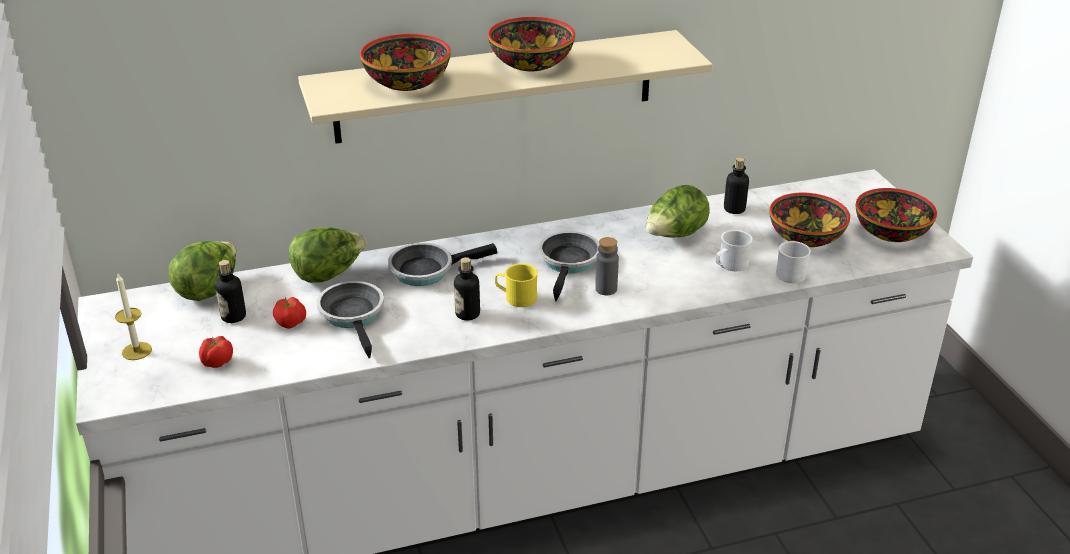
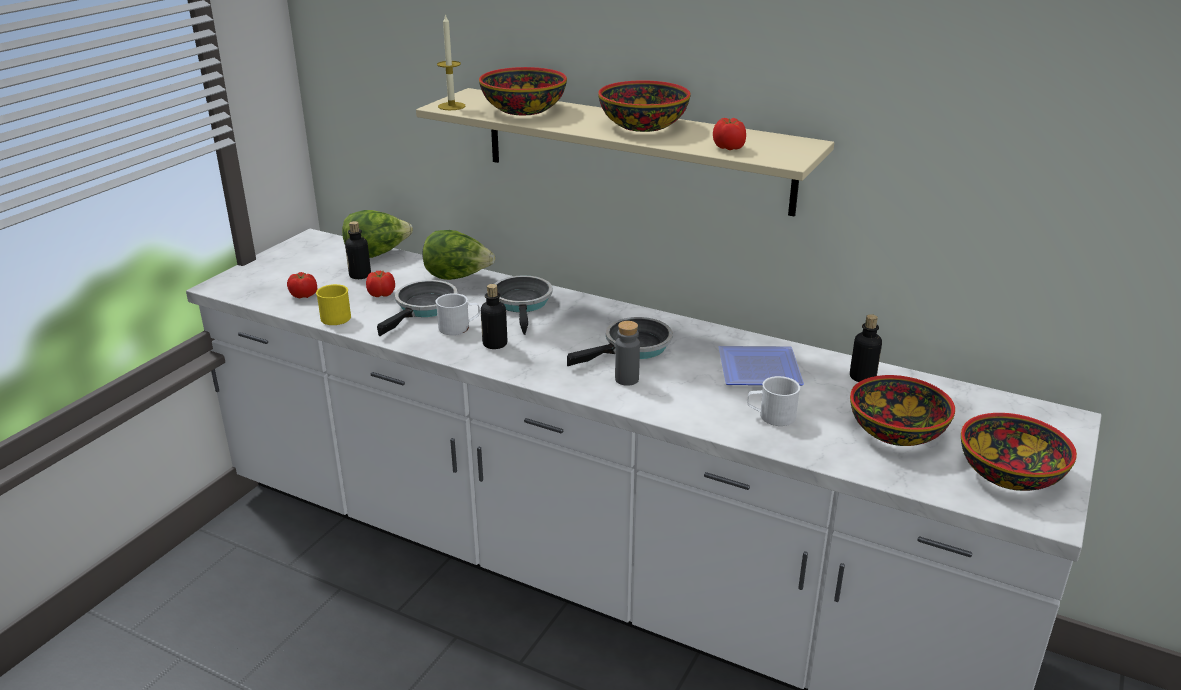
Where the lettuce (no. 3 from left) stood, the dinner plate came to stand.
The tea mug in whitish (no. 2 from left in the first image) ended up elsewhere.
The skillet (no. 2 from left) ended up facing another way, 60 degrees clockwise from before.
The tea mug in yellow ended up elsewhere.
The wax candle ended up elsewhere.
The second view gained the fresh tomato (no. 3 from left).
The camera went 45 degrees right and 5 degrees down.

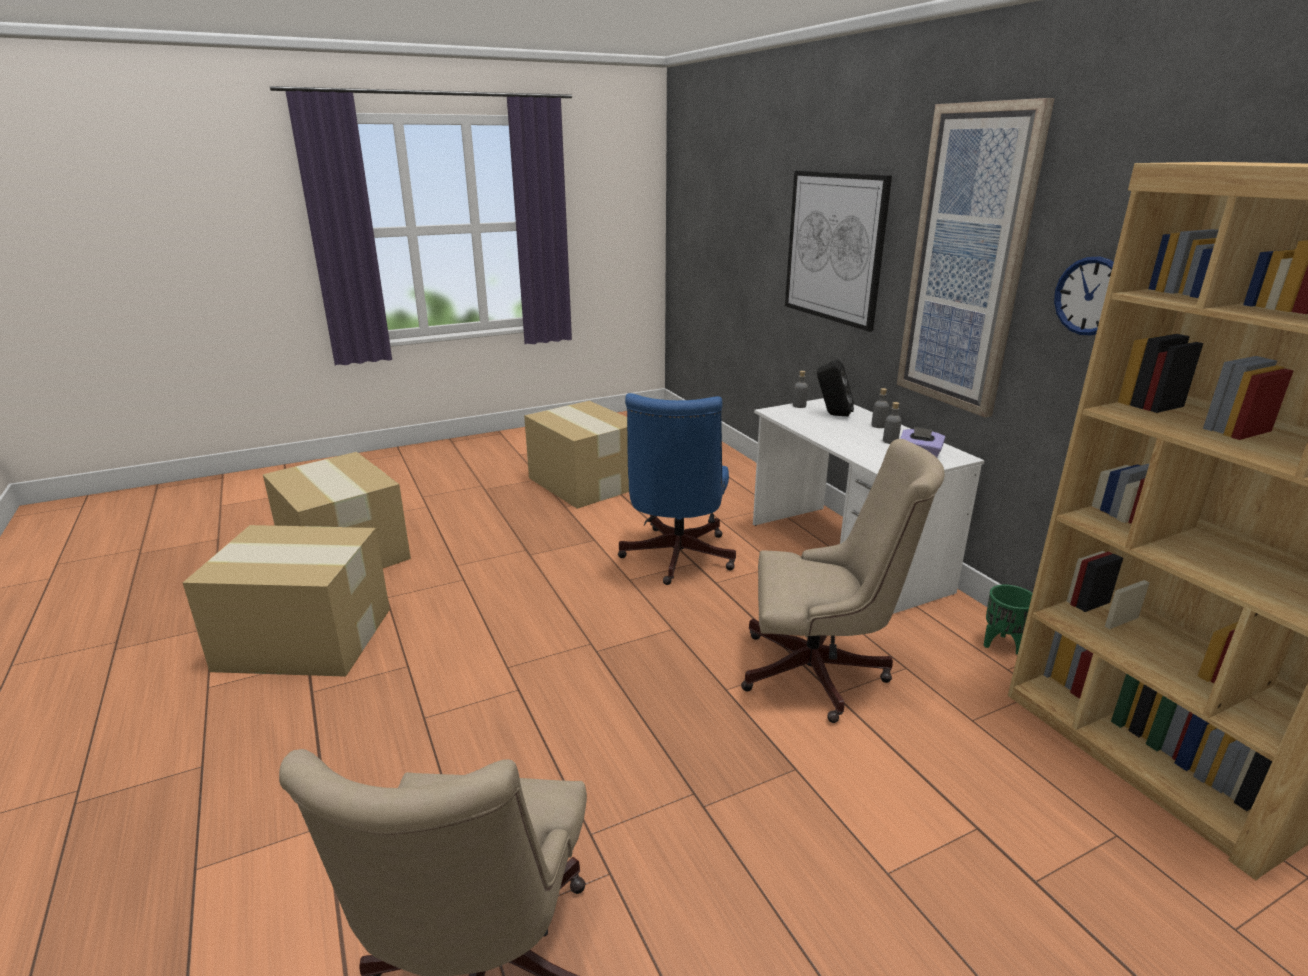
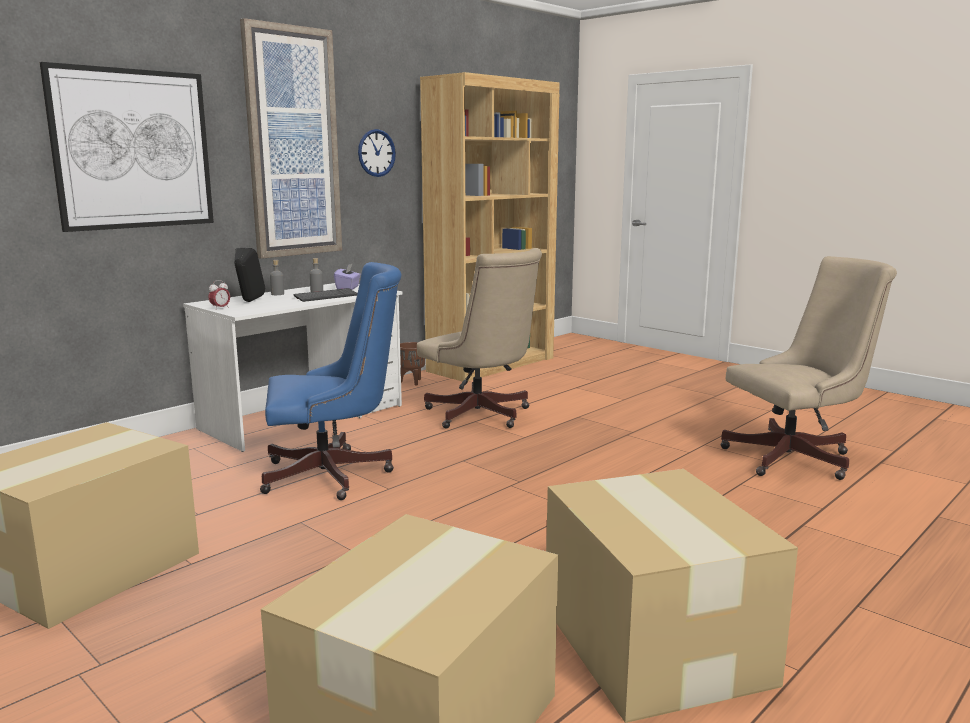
Where the beverage bottle in grey (no. 1 from left) stood, the table clock came to stand.
The office chair in beige (no. 2 from left in the first image) ended up facing another way, 150 degrees clockwise from before.
What was the flower pot in green-coloured turned into the flower pot in brownish.
The second view gained the computer keyboard.
The camera went 110 degrees left and 10 degrees down.

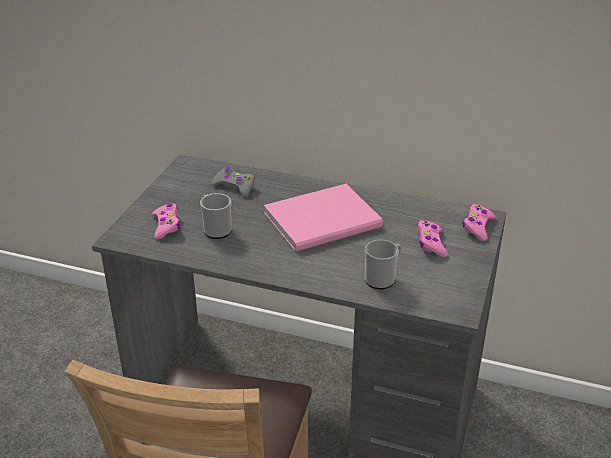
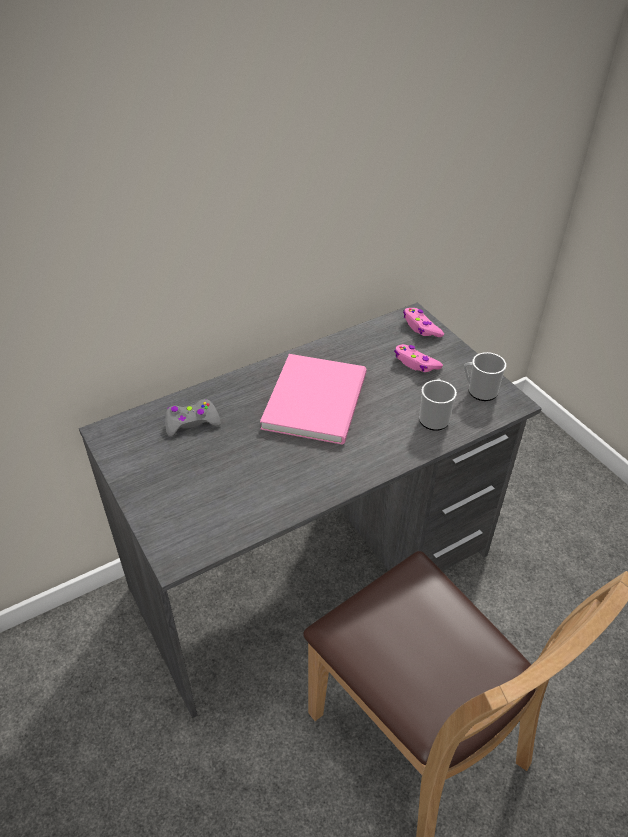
The tea mug (no. 1 from left in the first image) ended up elsewhere.
The second view lost the game controller in pink (no. 1 from left).
The camera went 50 degrees left and 10 degrees up.

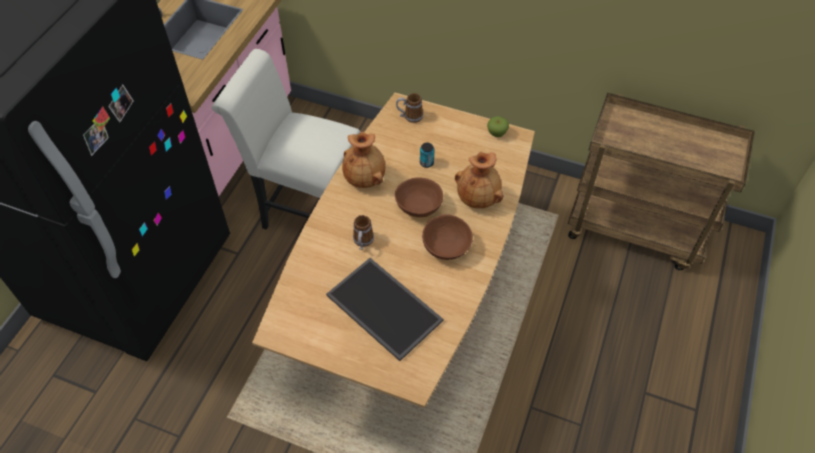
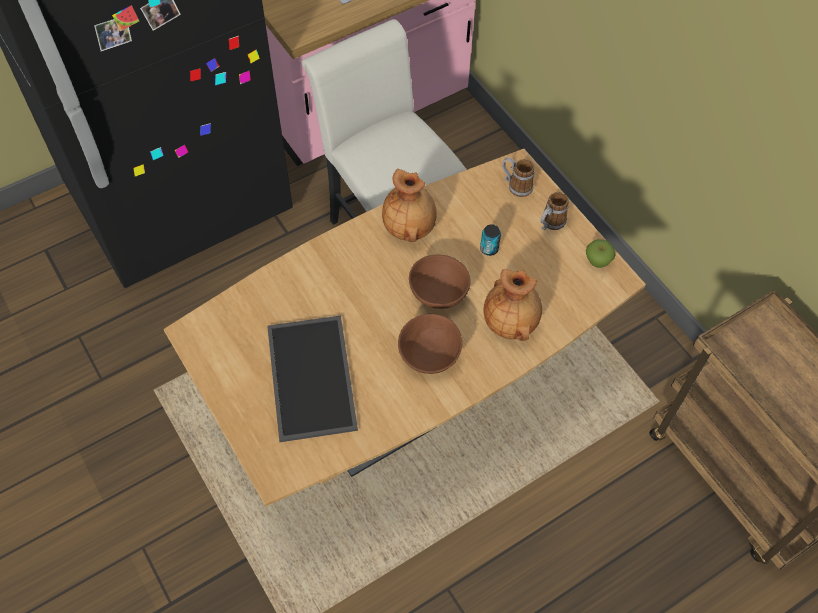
The tea mug (no. 1 from left in the first image) ended up elsewhere.
The camera went 35 degrees right and 5 degrees up.

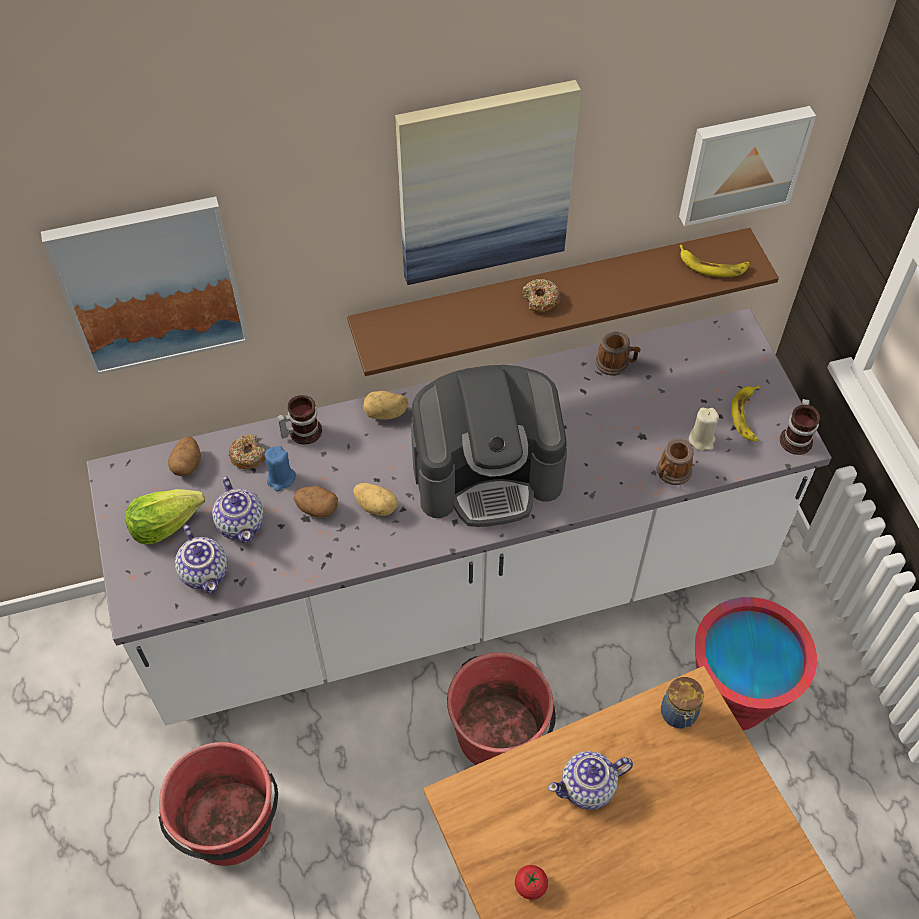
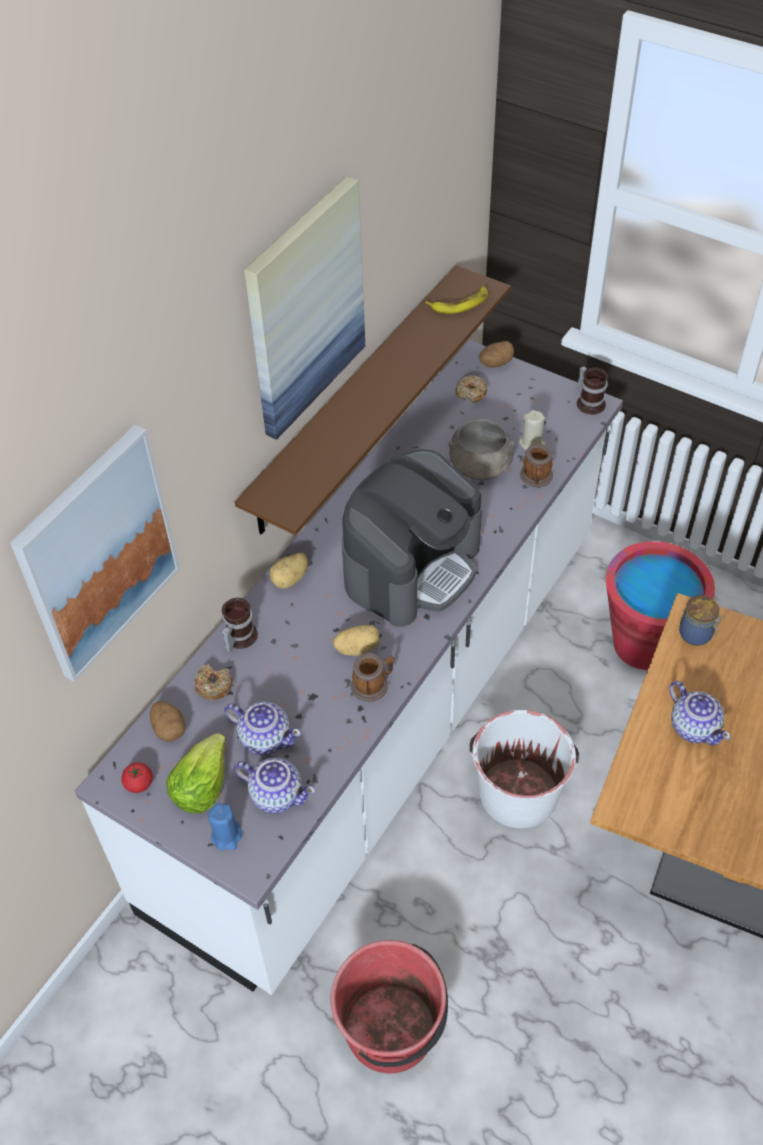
The second view lost the wall art (no. 3 from left).
The ring doughnut (no. 2 from left) ended up elsewhere.
The tea mug (no. 2 from left) ended up elsewhere.
The second view lost the banana (no. 2 from left).
The wax candle in blue-coloured ended up elsewhere.
The whole potato (no. 2 from left in the first image) ended up elsewhere.
What was the bucket in reddish (no. 2 from left) turned into the bucket in whitish.
The pot for tea (no. 3 from left) ended up facing another way, 60 degrees counterclockwise from before.
The fresh tomato ended up elsewhere.
The second view gained the serving bowl in grey.
The camera went 40 degrees left and 5 degrees down.

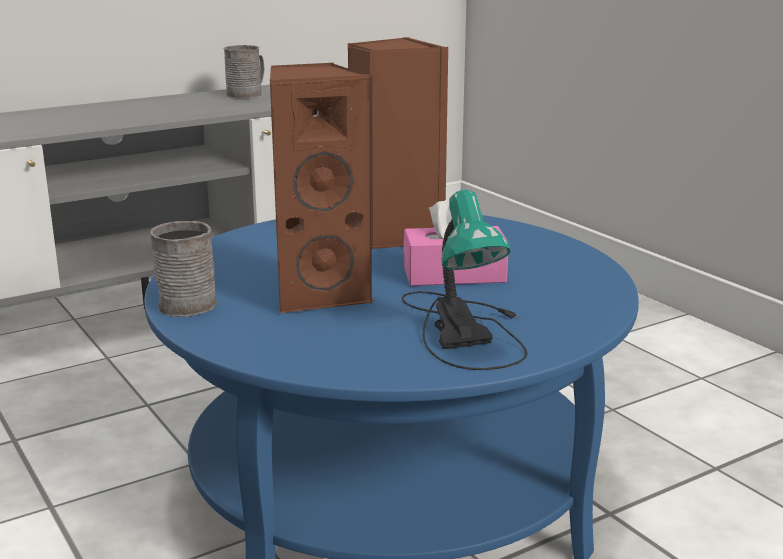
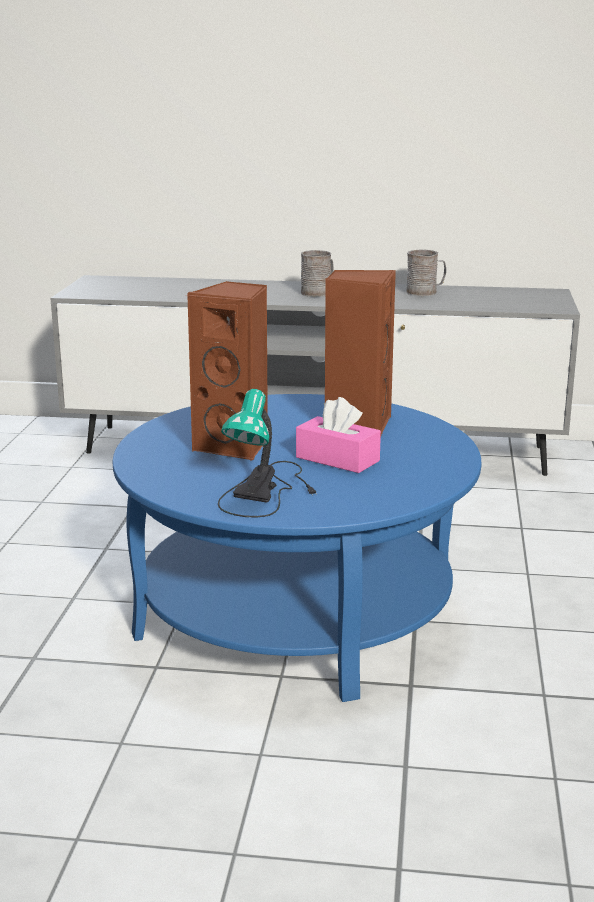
The tea mug in grey (no. 1 from left) ended up elsewhere.
The camera went 40 degrees right and 0 degrees up.

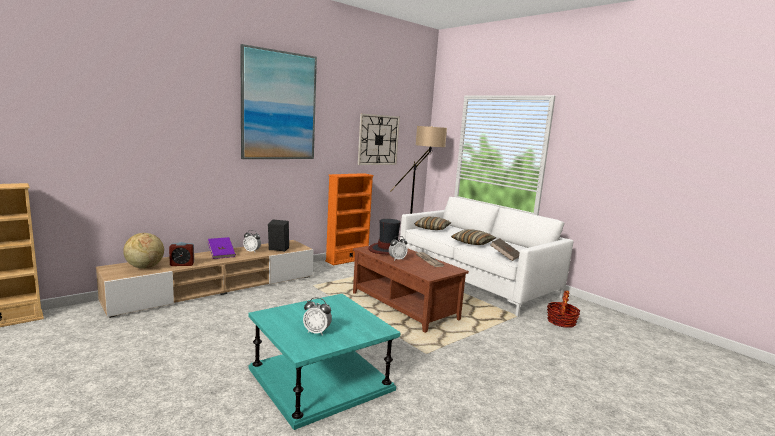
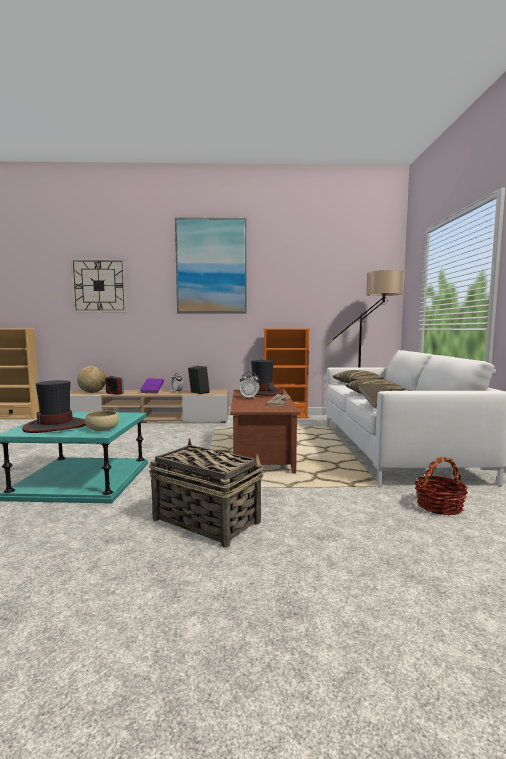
The hanging clock ended up elsewhere.
Where the table clock (no. 3 from left) stood, the hat (no. 1 from left) came to stand.
The second view gained the serving bowl in beige.
The second view gained the household basket (no. 1 from left).
The camera went 40 degrees right and 5 degrees down.

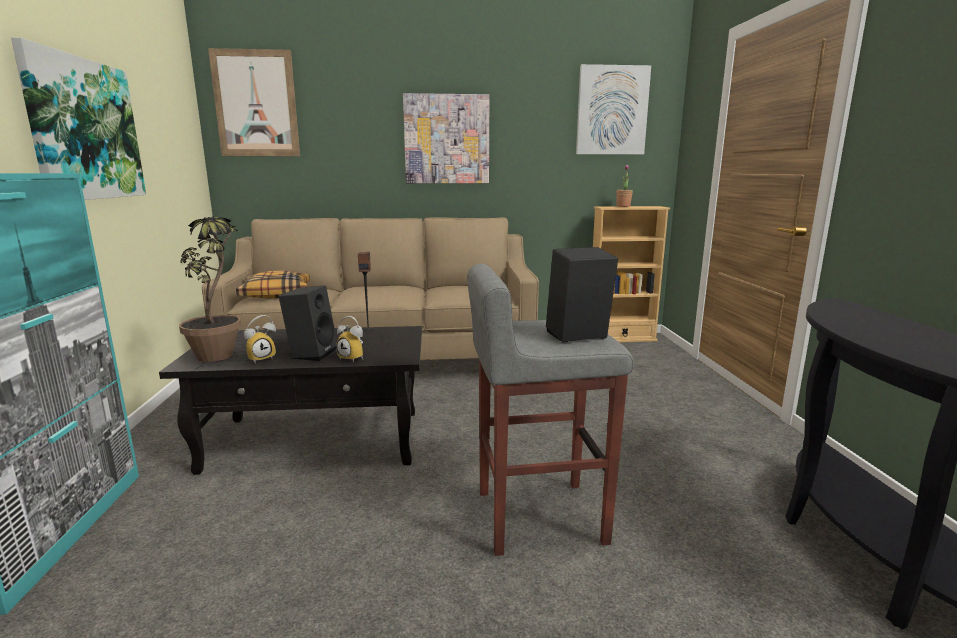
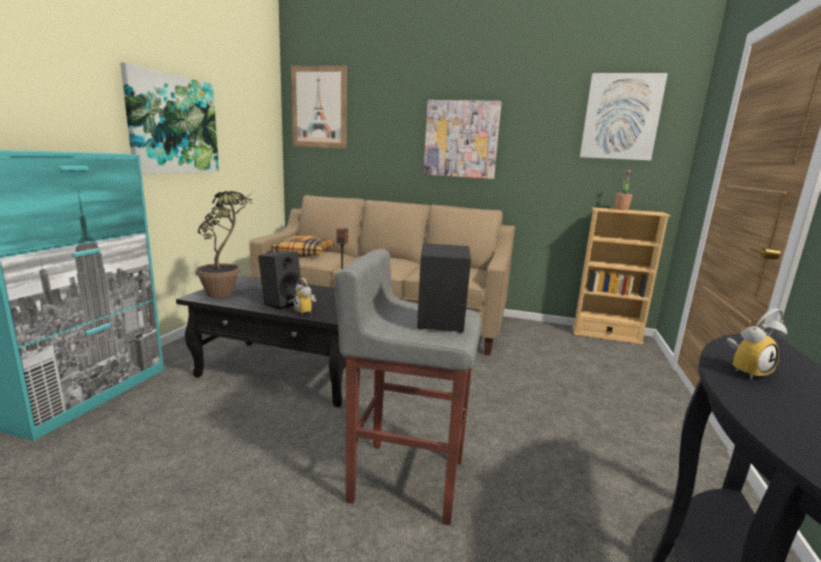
The table clock (no. 1 from left in the first image) ended up elsewhere.
The camera went 20 degrees right and 0 degrees up.

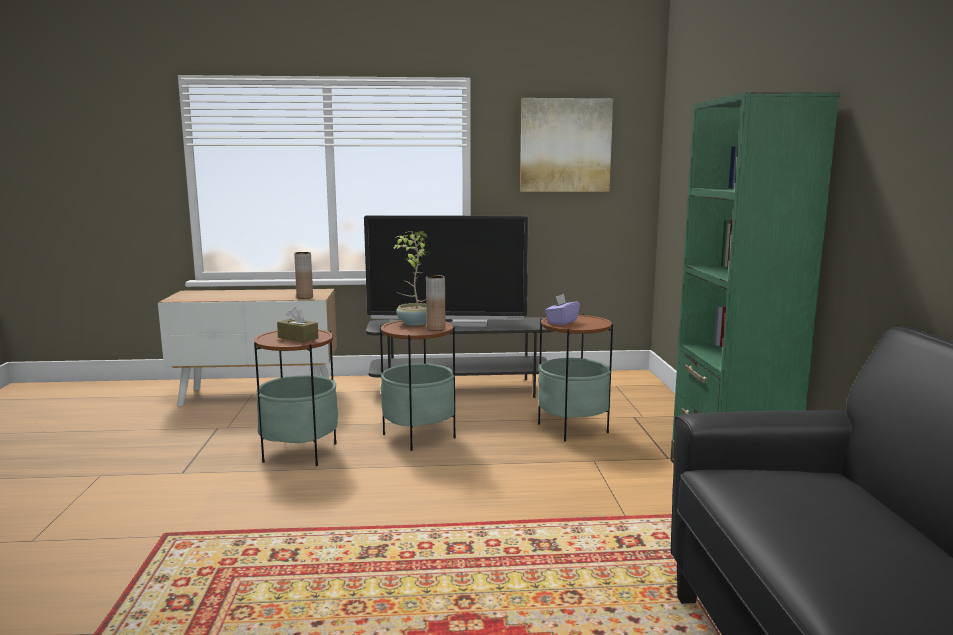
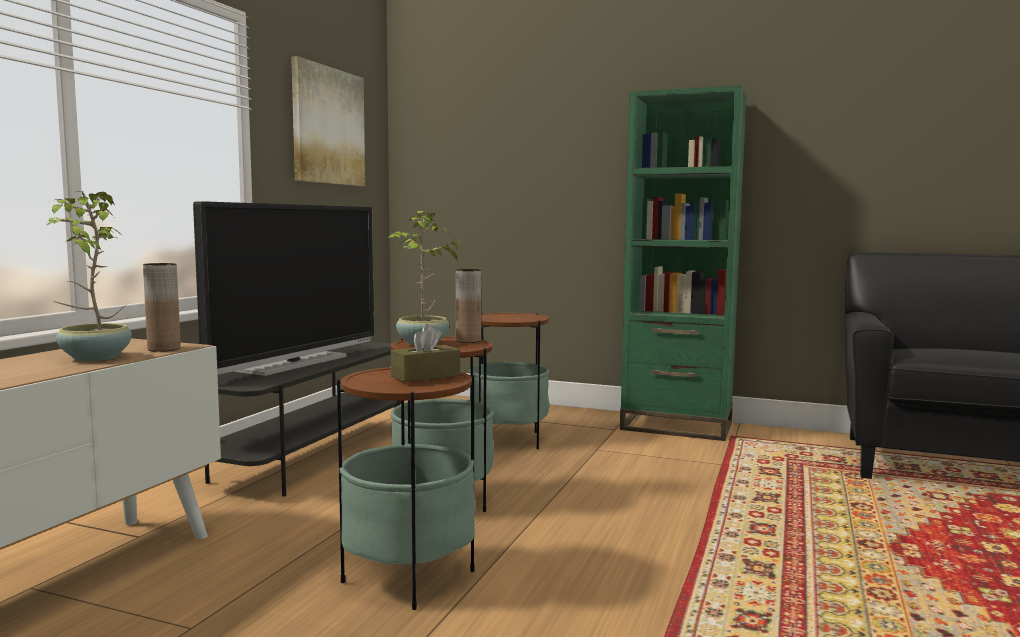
The second view lost the box of tissues in purple-coloured.
The second view gained the plant in a pot (no. 1 from left).
The camera went 65 degrees left and 5 degrees down.

